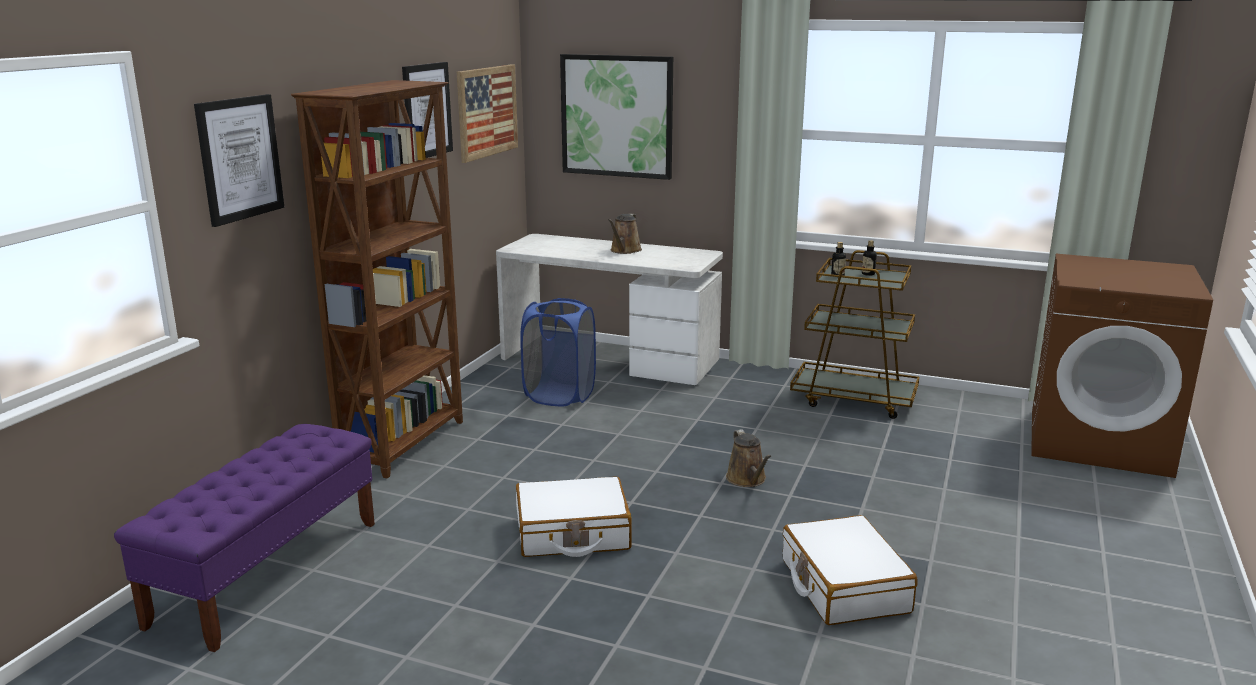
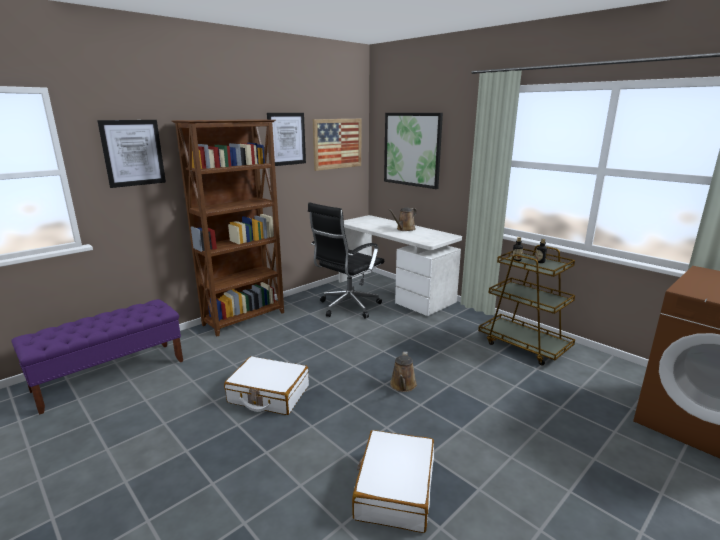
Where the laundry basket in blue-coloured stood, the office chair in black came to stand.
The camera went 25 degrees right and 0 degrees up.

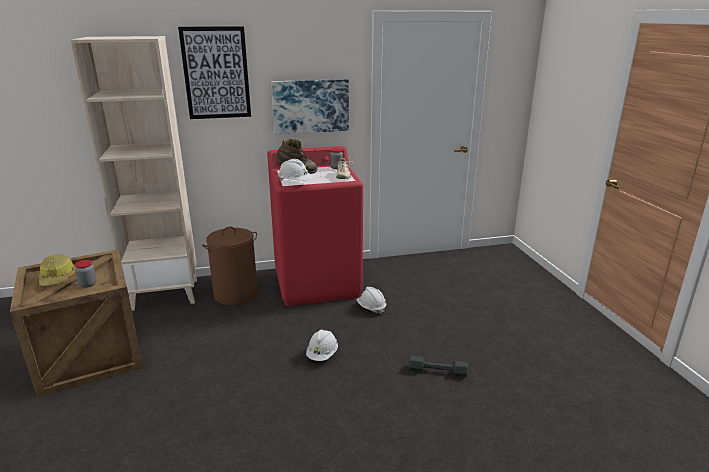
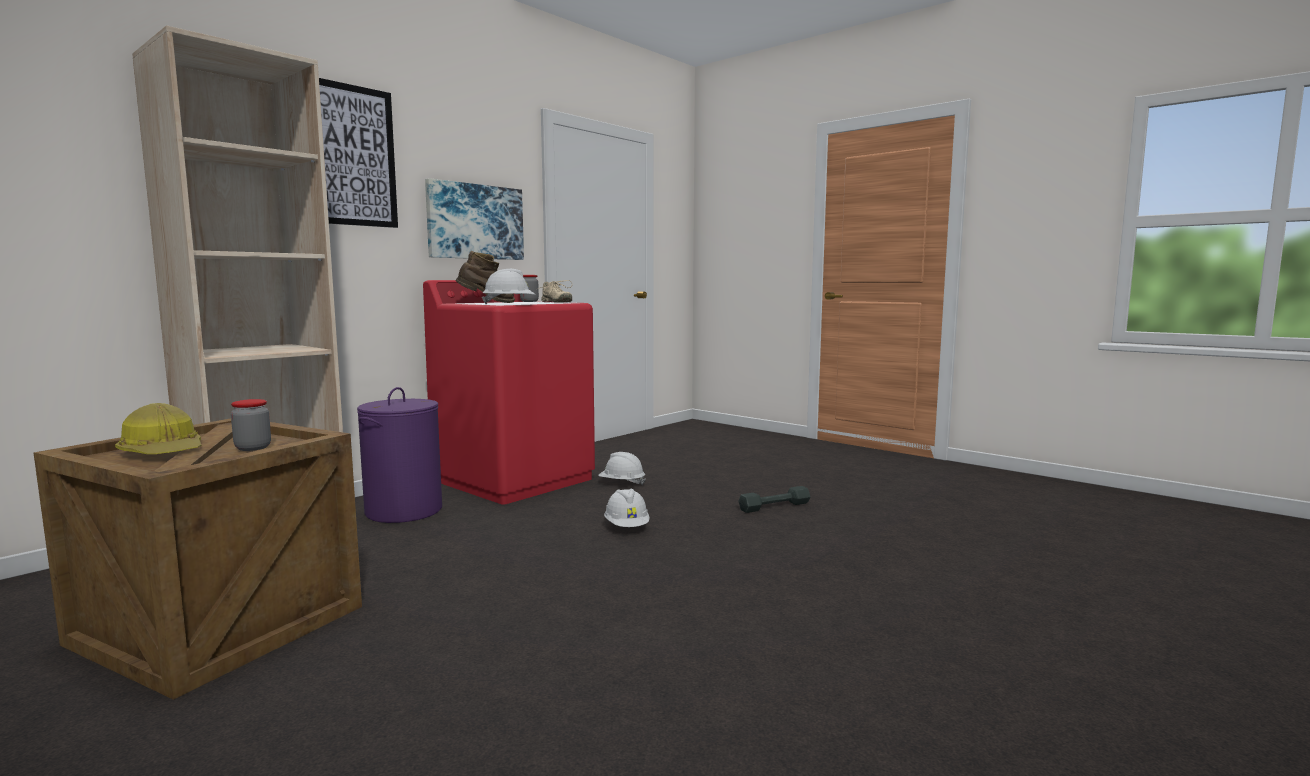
What was the laundry basket in brownish turned into the laundry basket in purple-coloured.
The camera went 35 degrees left and 15 degrees down.

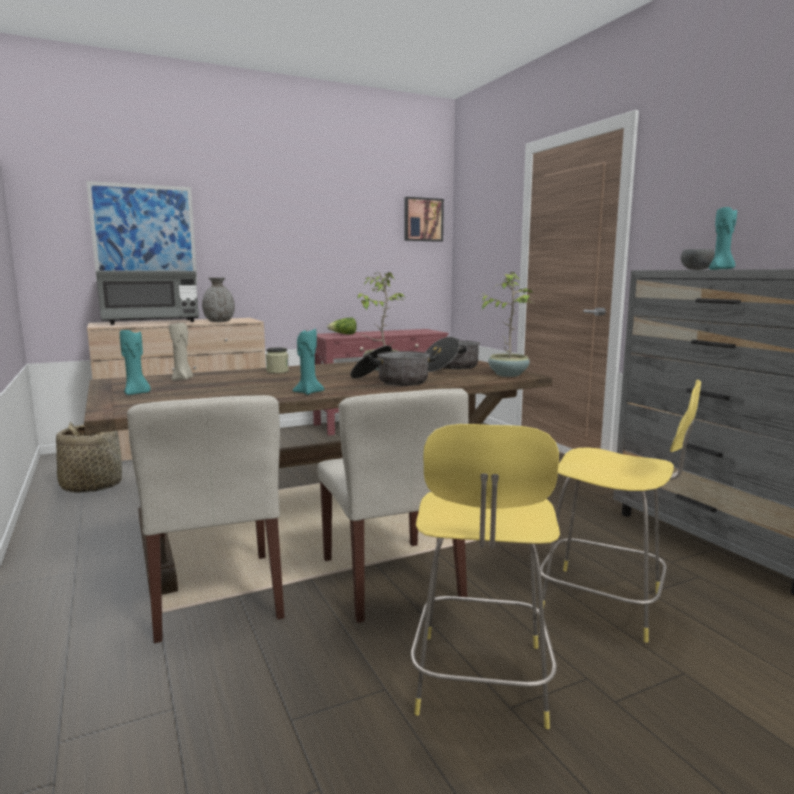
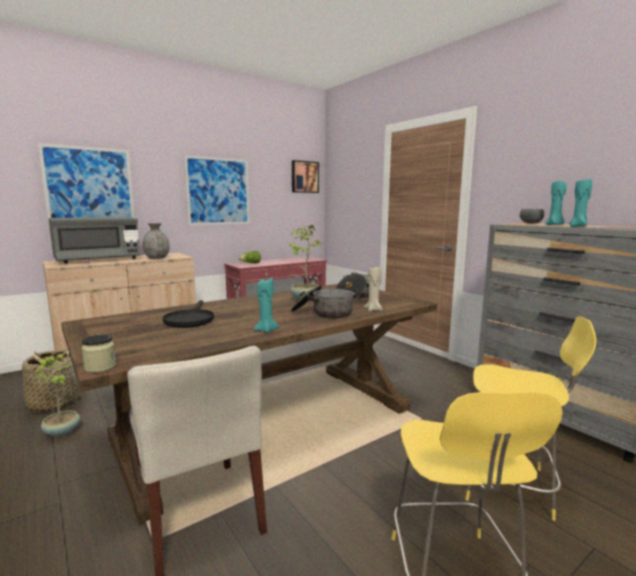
The plant in a pot (no. 2 from left in the first image) ended up elsewhere.
The wax candle in beige ended up elsewhere.
The wax candle in turquoise (no. 1 from left in the first image) ended up elsewhere.
The storage jar ended up elsewhere.
The second view lost the plain chair in beige (no. 2 from left).
The second view gained the wall art (no. 2 from left).
The second view gained the skillet in black.
The camera went 10 degrees left and 0 degrees up.

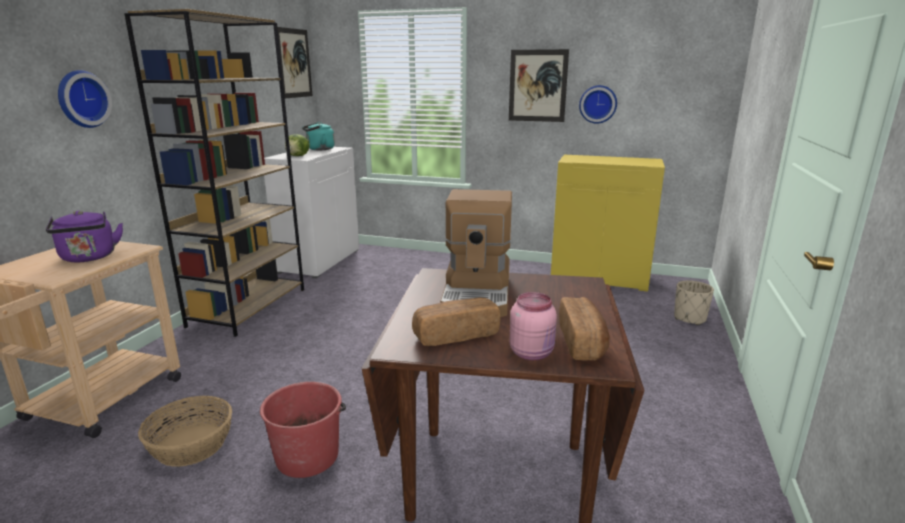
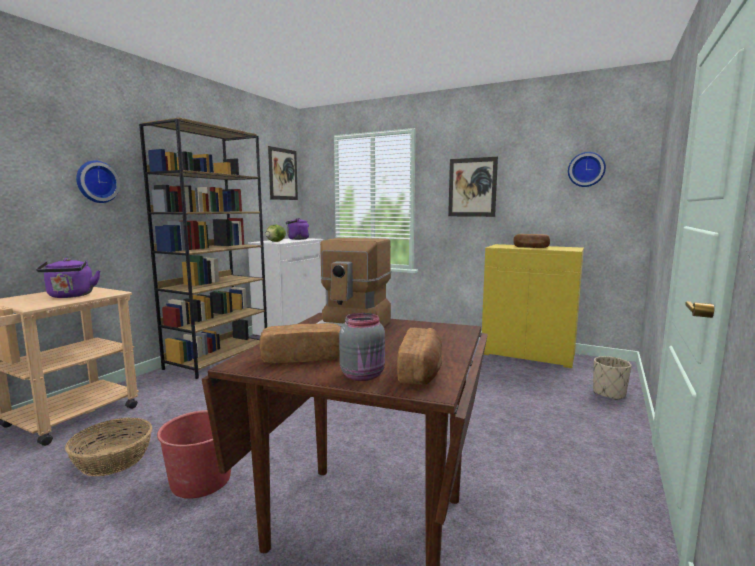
The hanging clock (no. 2 from left) ended up elsewhere.
What was the kettle in turquoise turned into the kettle in purple-coloured (no. 2 from left).
What was the storage jar in pink turned into the storage jar in grey.
The second view gained the baked bread (no. 3 from left).
The camera went 10 degrees right and 10 degrees down.

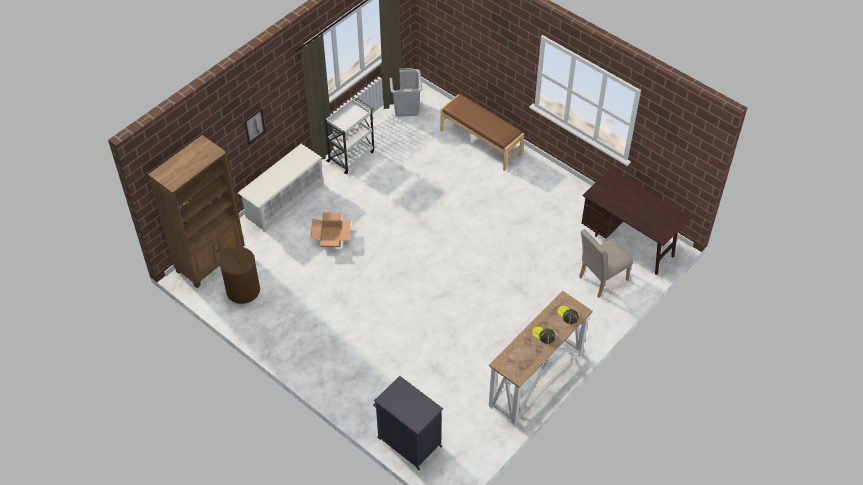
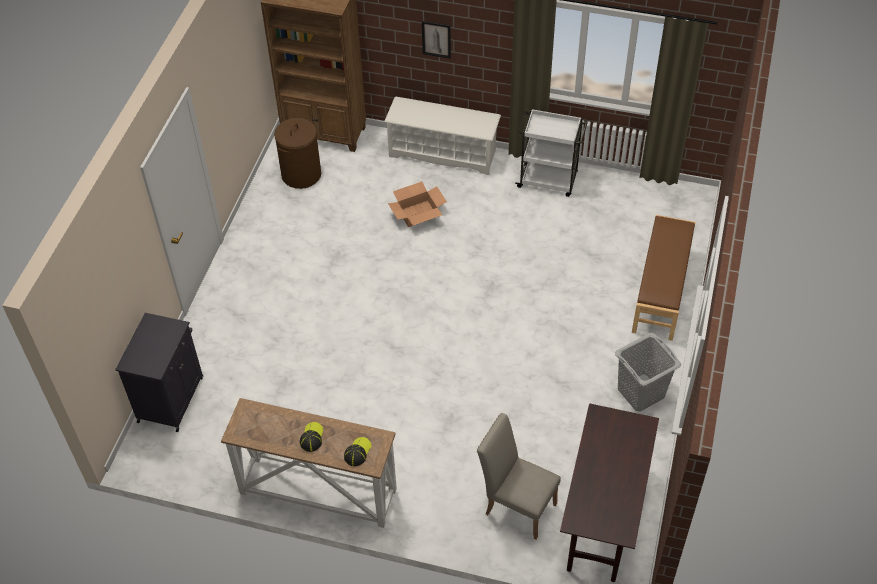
The laundry basket in grey ended up elsewhere.
The camera went 65 degrees right and 0 degrees up.

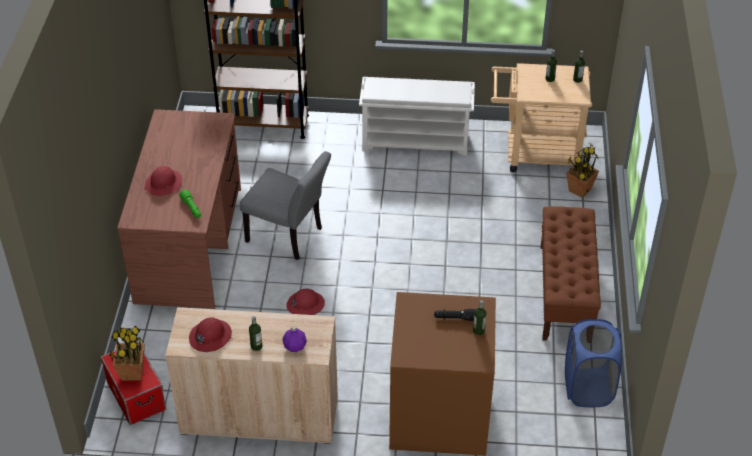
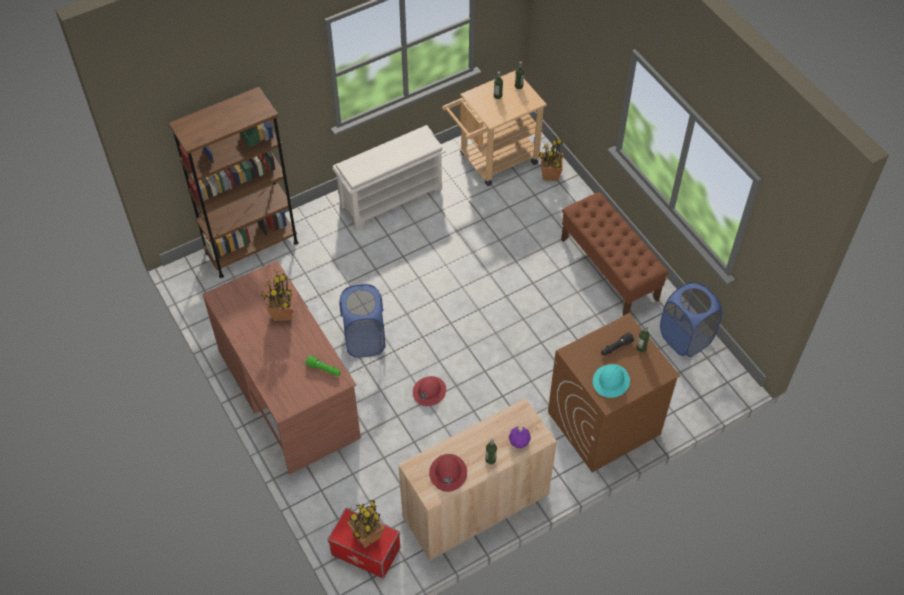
Where the plain chair in grey stood, the laundry basket in blue-coloured (no. 1 from left) came to stand.
The second view lost the safety helmet in reddish (no. 1 from left).
The second view gained the plant in a pot (no. 1 from left).
The second view gained the safety helmet in turquoise.
The camera went 35 degrees left and 10 degrees up.

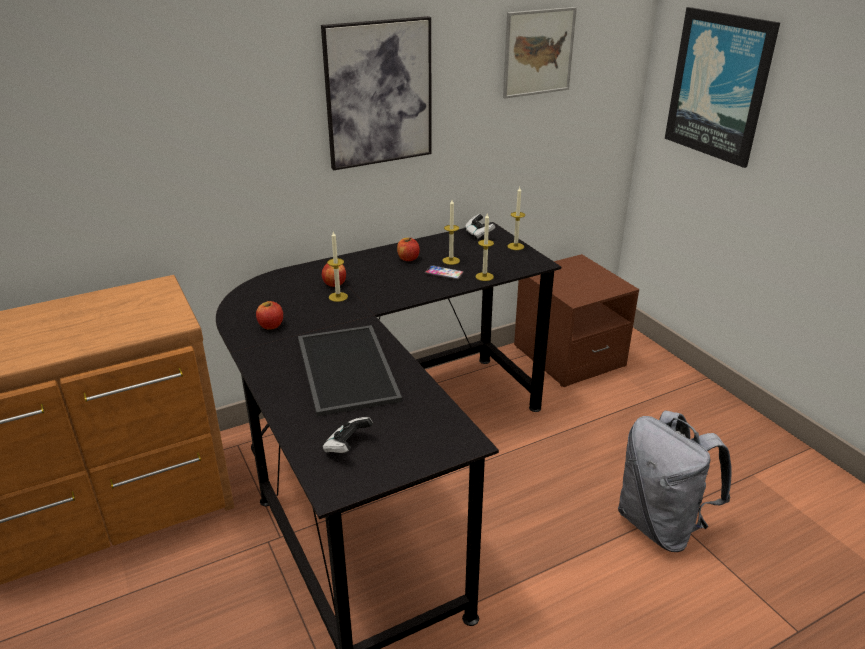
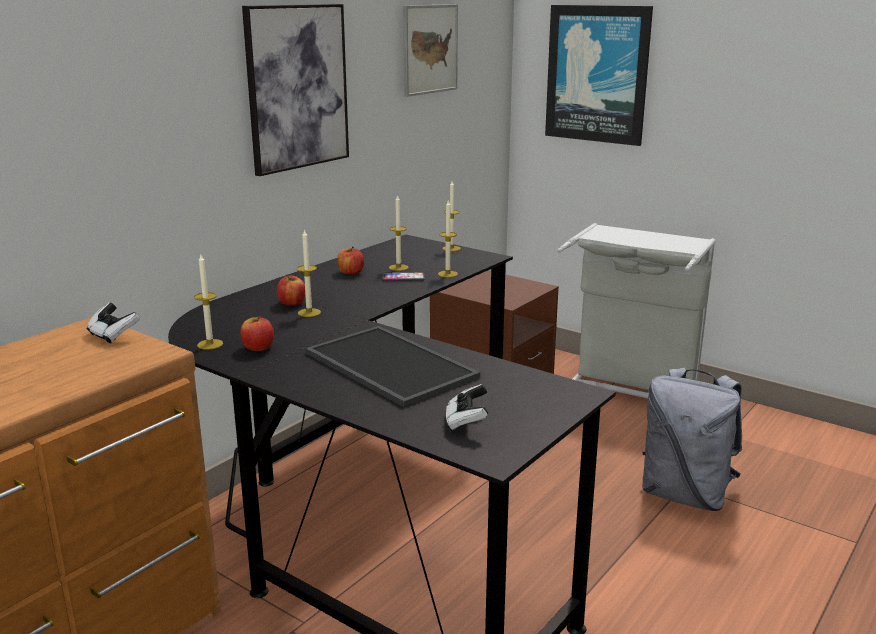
The game controller (no. 2 from left in the first image) ended up elsewhere.
The second view gained the laundry basket in grey.
The second view gained the wax candle (no. 1 from left).
The camera went 25 degrees left and 10 degrees down.

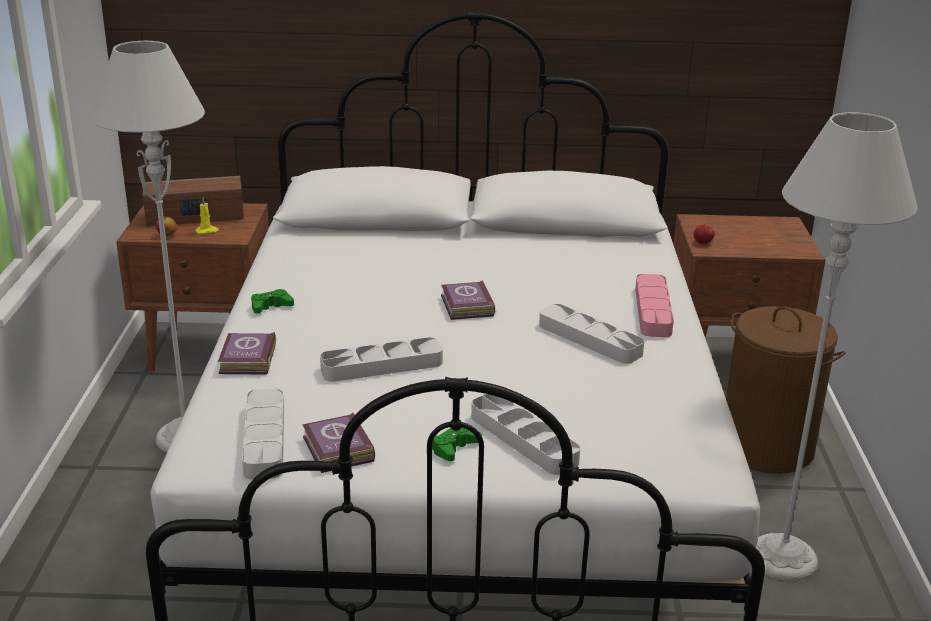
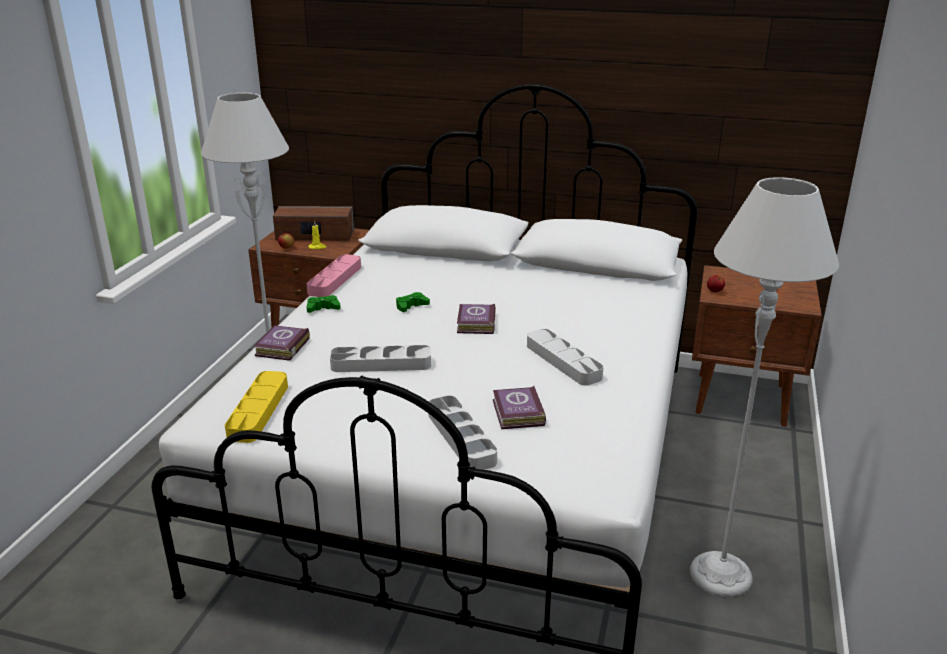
The serving tray in pink ended up elsewhere.
The second view lost the laundry basket in brownish.
What was the serving tray in grey (no. 1 from left) turned into the serving tray in yellow.
The bound book (no. 2 from left in the first image) ended up elsewhere.
The game controller in green-coloured (no. 2 from left) ended up elsewhere.
The camera went 15 degrees right and 0 degrees up.

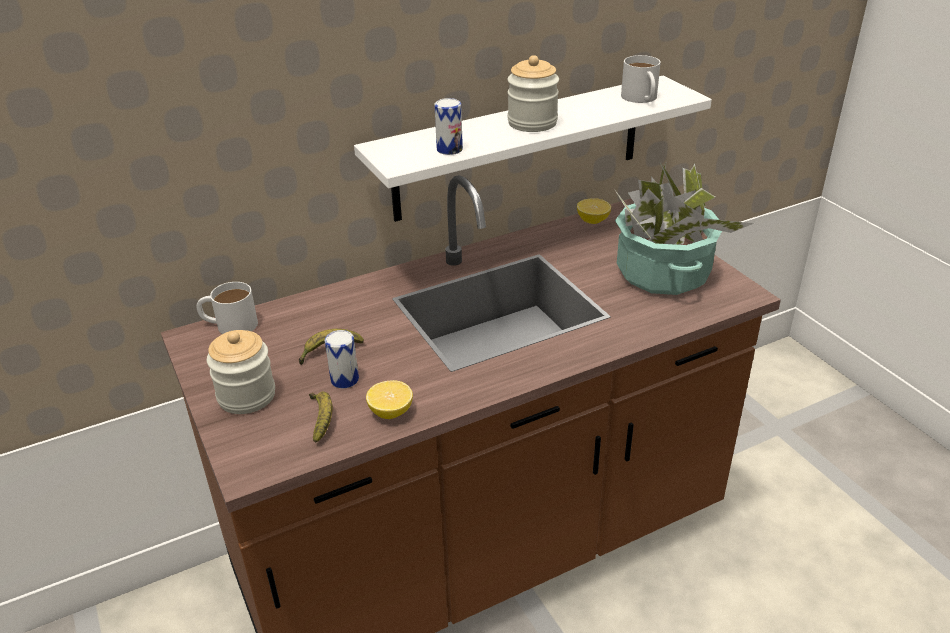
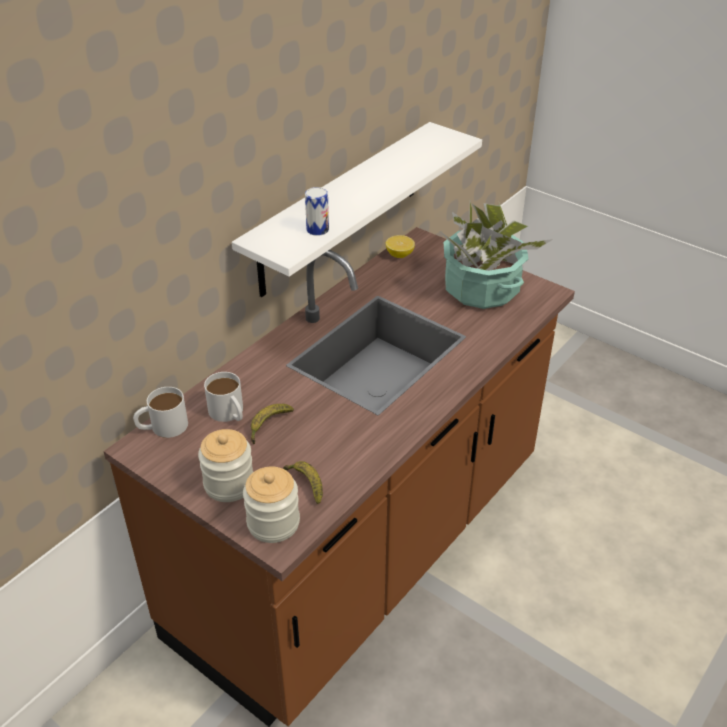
The storage jar (no. 2 from left) ended up elsewhere.
The tea mug in whitish (no. 2 from left) ended up elsewhere.
The second view lost the sealed can (no. 1 from left).
The second view lost the citrus fruit (no. 1 from left).
The camera went 25 degrees left and 5 degrees up.

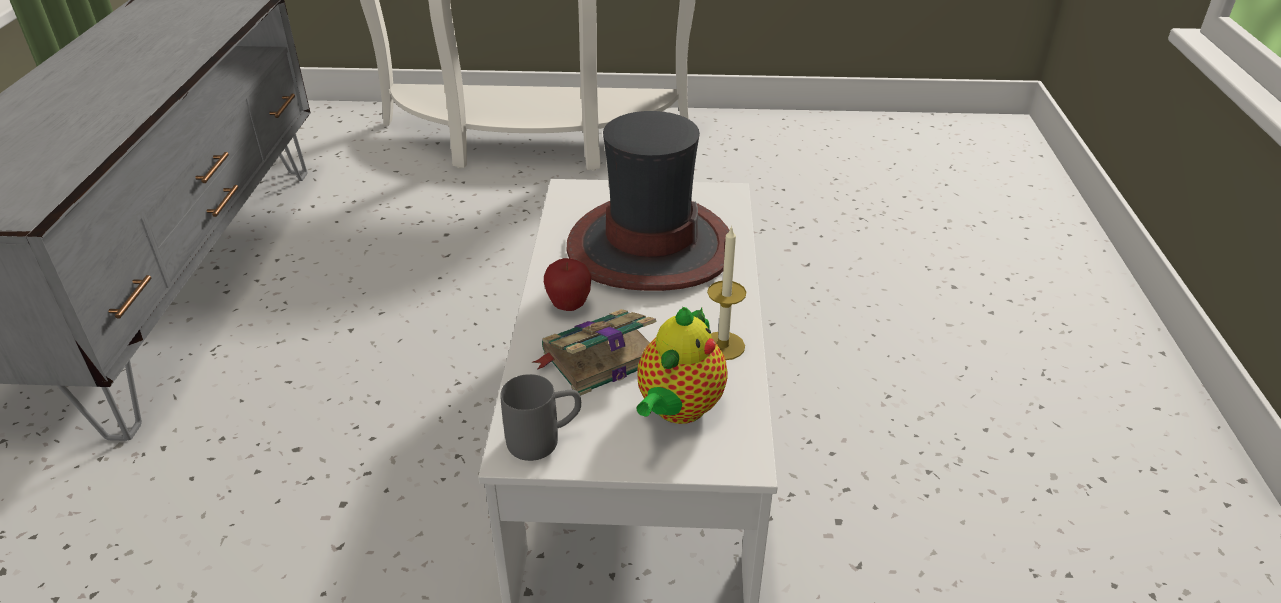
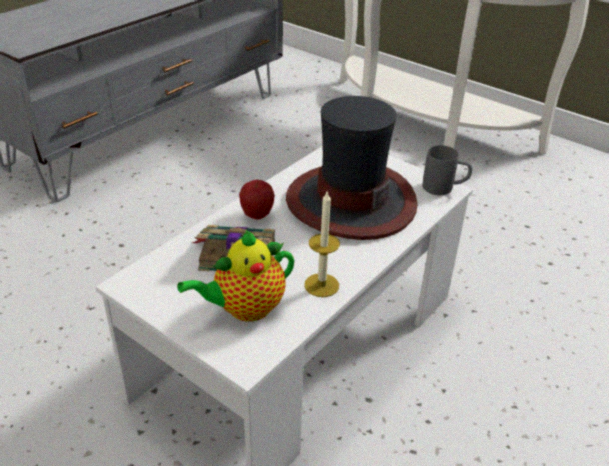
The tea mug in grey ended up elsewhere.
The camera went 35 degrees right and 0 degrees up.

